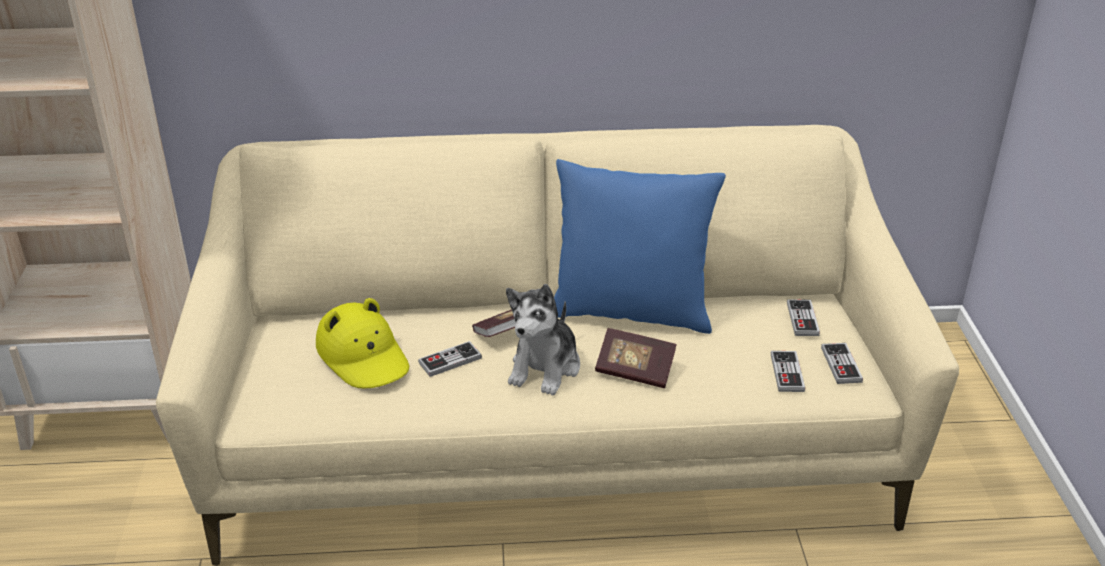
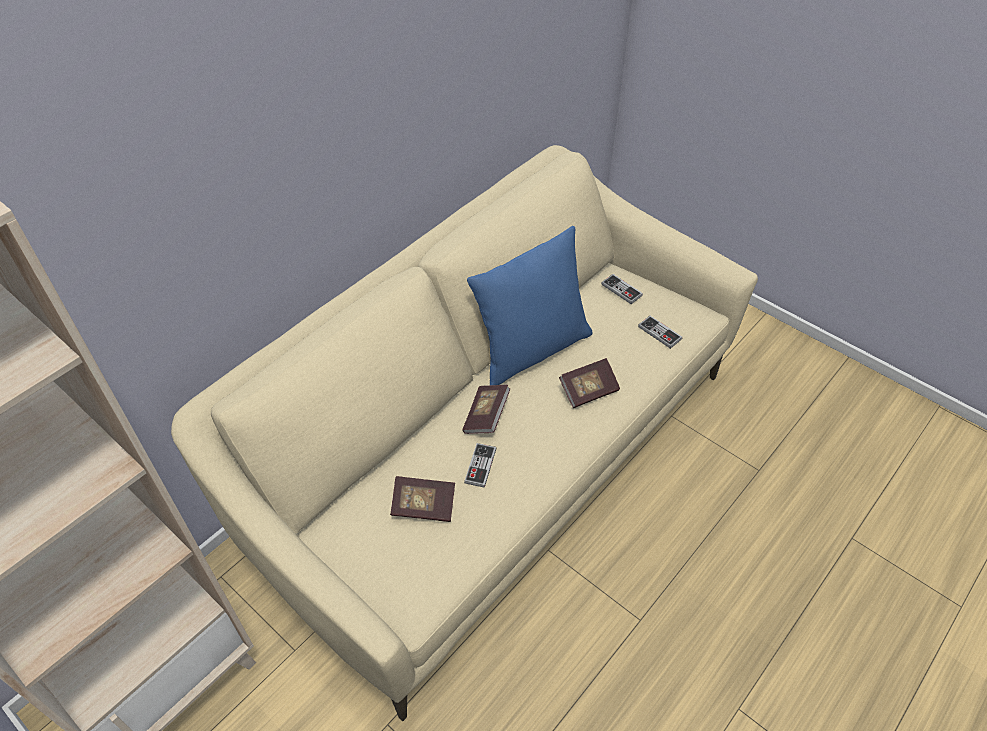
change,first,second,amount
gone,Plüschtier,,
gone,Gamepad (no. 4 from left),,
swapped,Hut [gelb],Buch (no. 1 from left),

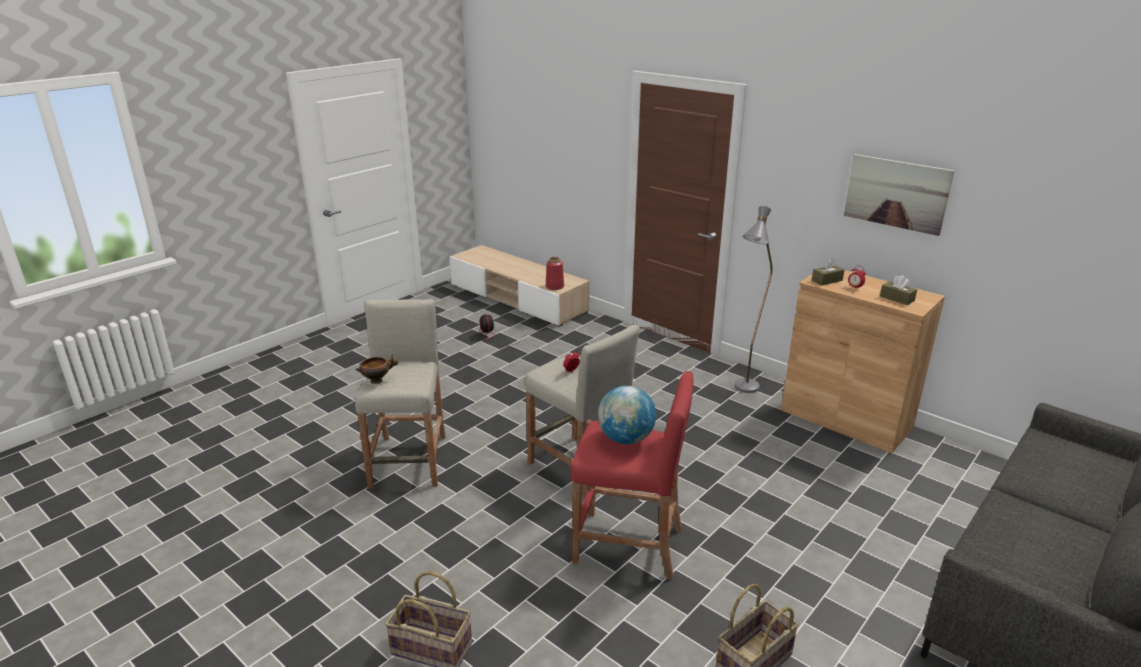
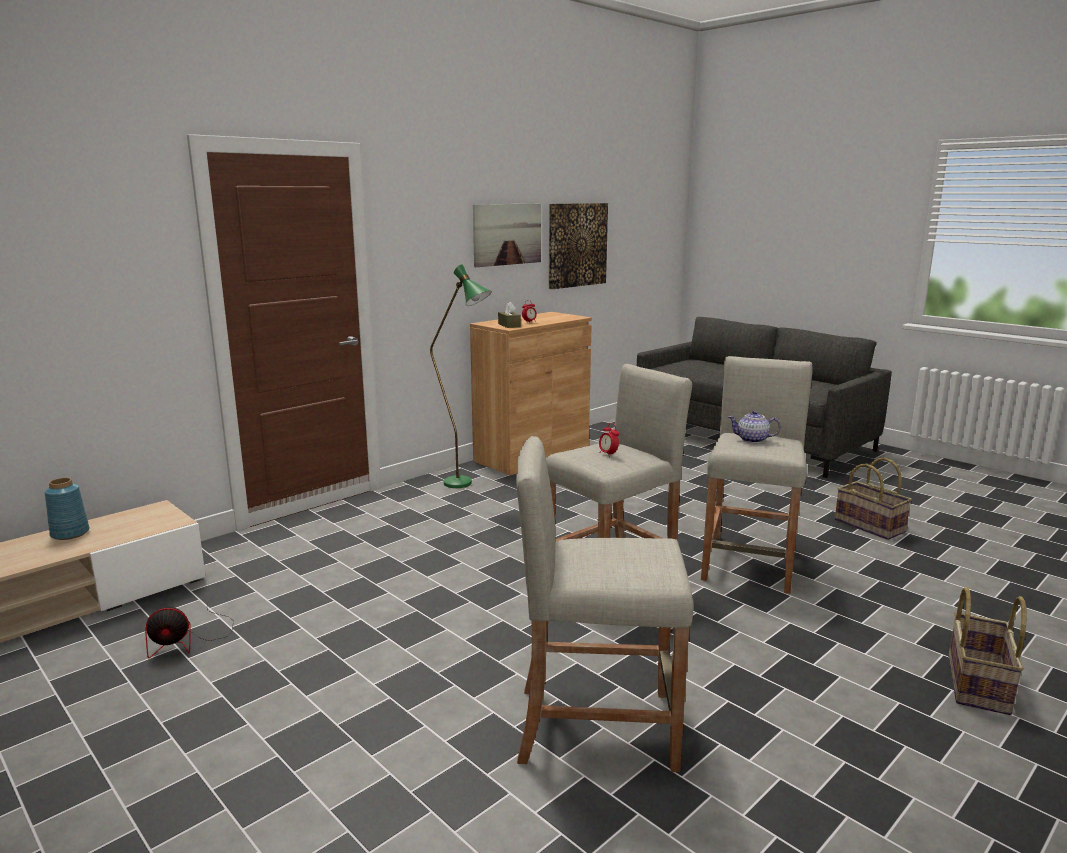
change,first,second,amount
gone,Schüssel,,
gone,Vase [rot],,
gone,Taschentuchbox [braun] (no. 2 from left),,
new,,Vase [blau],
new,,Bild (no. 2 from left),
swapped,Globus,Teekanne,
repainted,Hocker [rot],Hocker [beige] (no. 3 from left),
repainted,Stehlampe [grau],Stehlampe [grün],

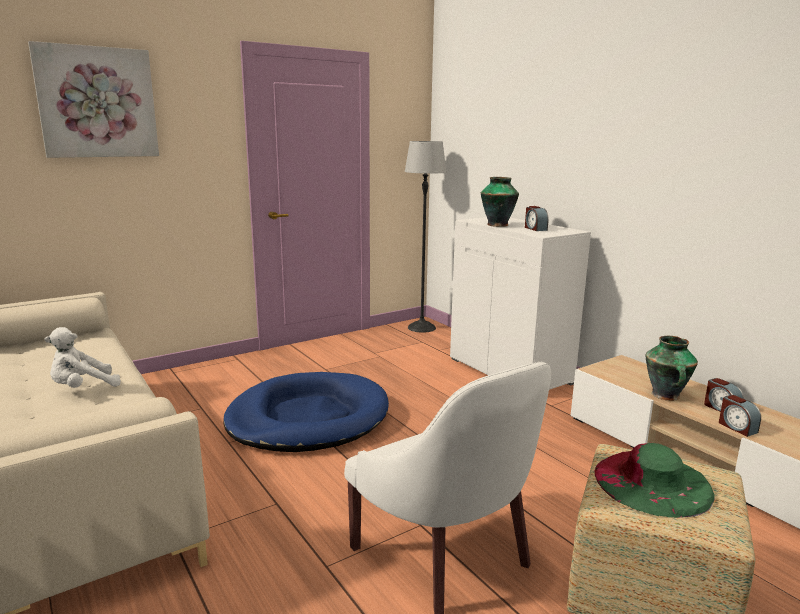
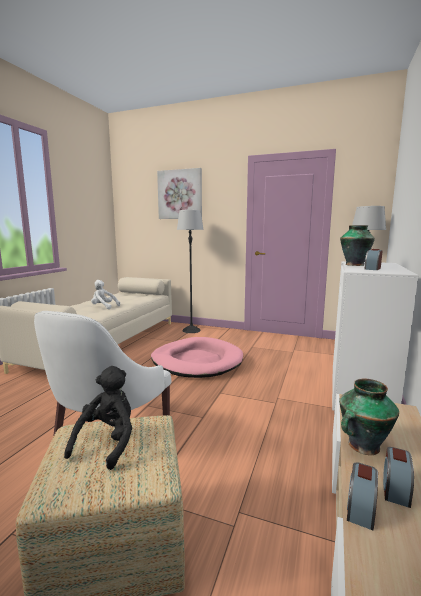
change,first,second,amount
new,,Stehlampe (no. 1 from left),
swapped,Hut [grün],Plüschtier [schwarz],
repainted,Hundebett [blau],Hundebett [rosa],

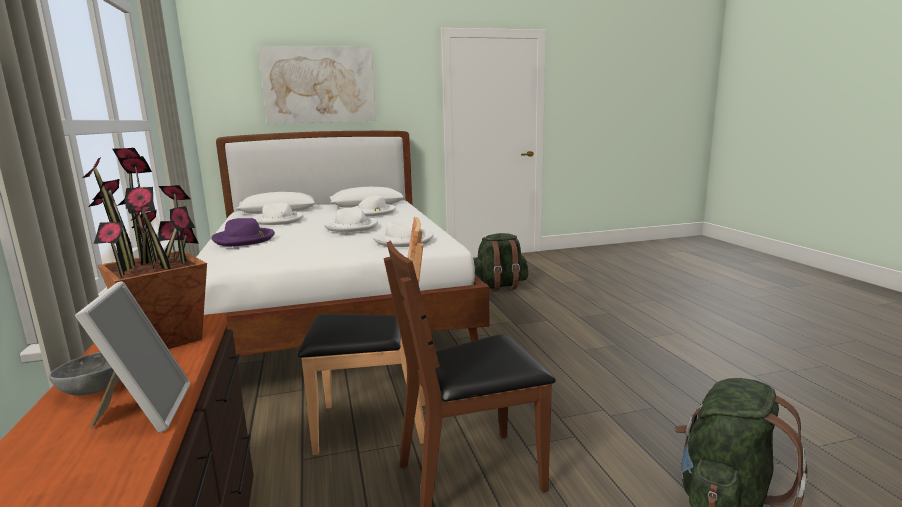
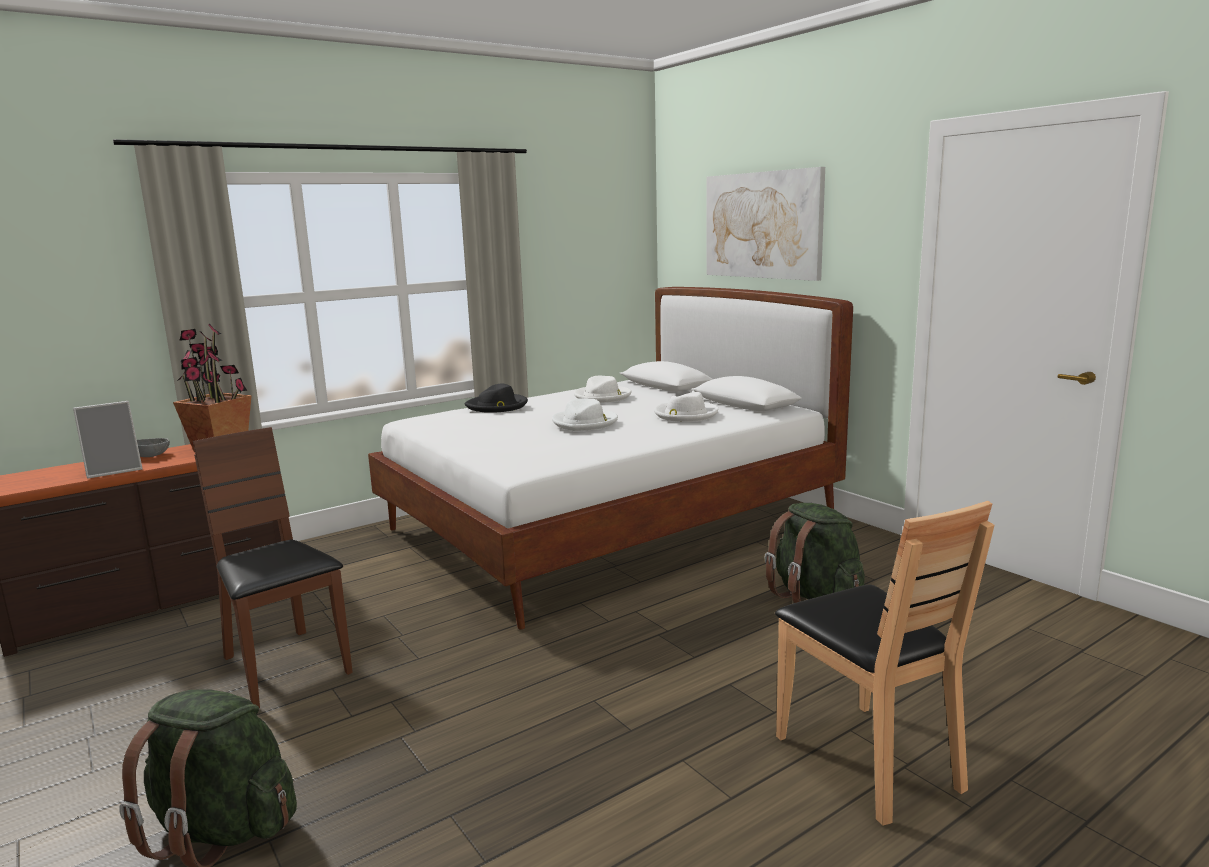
change,first,second,amount
gone,Hut [weiß] (no. 4 from left),,
shifted,Stuhl [braun] (no. 1 from left in the first image),Stuhl [braun] (no. 2 from left),
repainted,Hut [lila],Hut [schwarz],

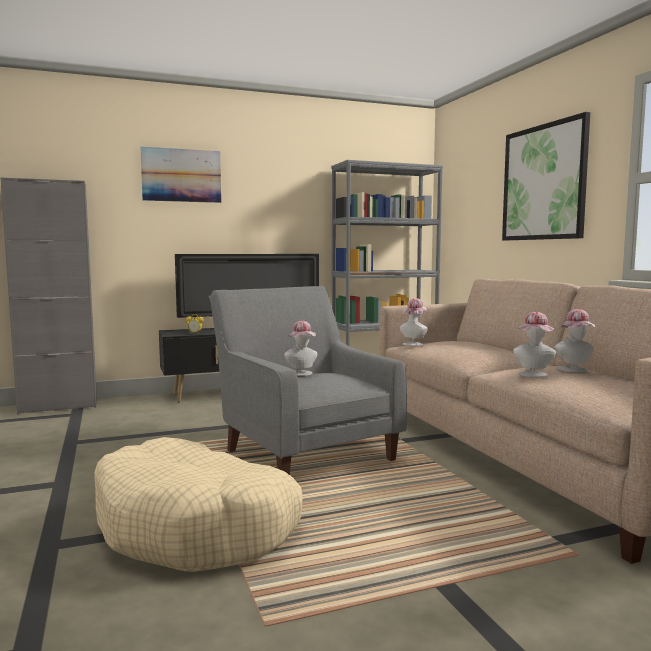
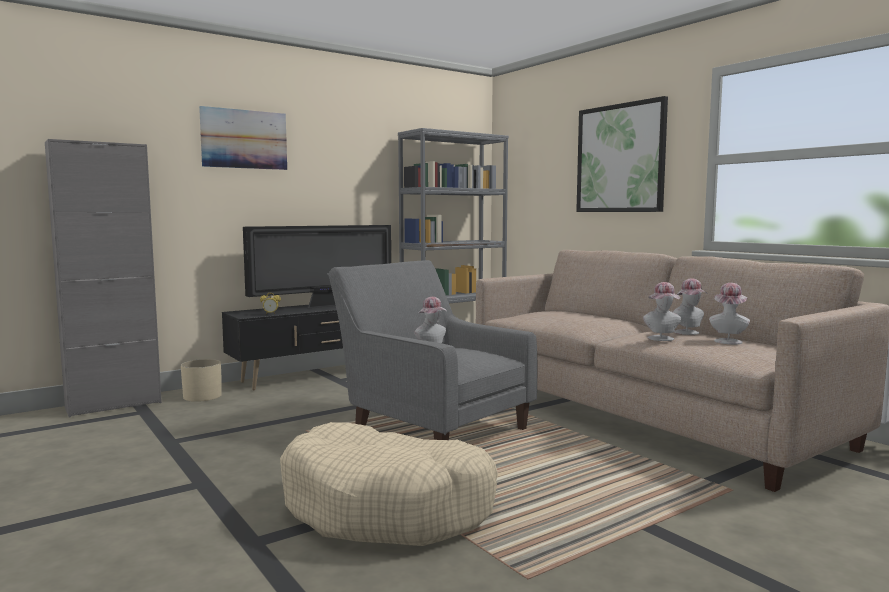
change,first,second,amount
new,,Pflanzkübel [beige],
shifted,Hut (no. 2 from left in the first image),Hut (no. 4 from left),

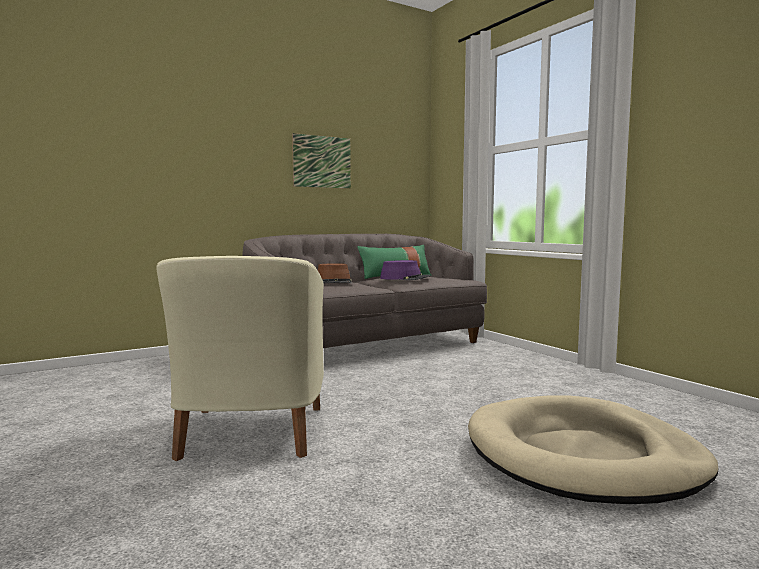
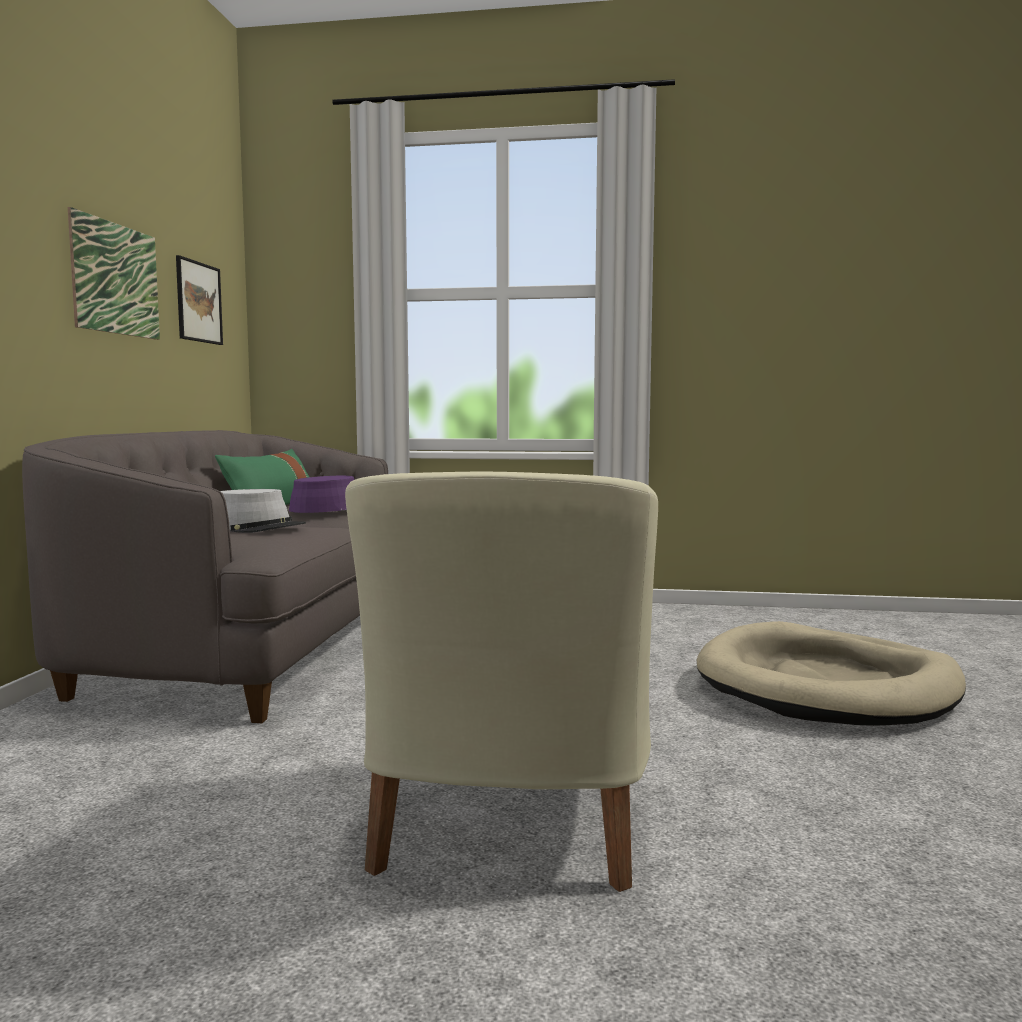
change,first,second,amount
new,,Bild (no. 2 from left),
repainted,Hut [braun],Hut [grau],
rotated,Sessel [beige],,60 degrees clockwise

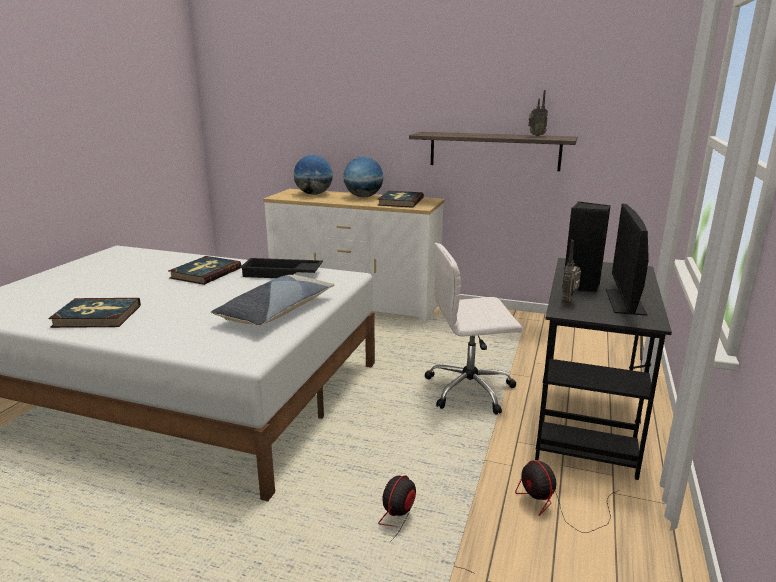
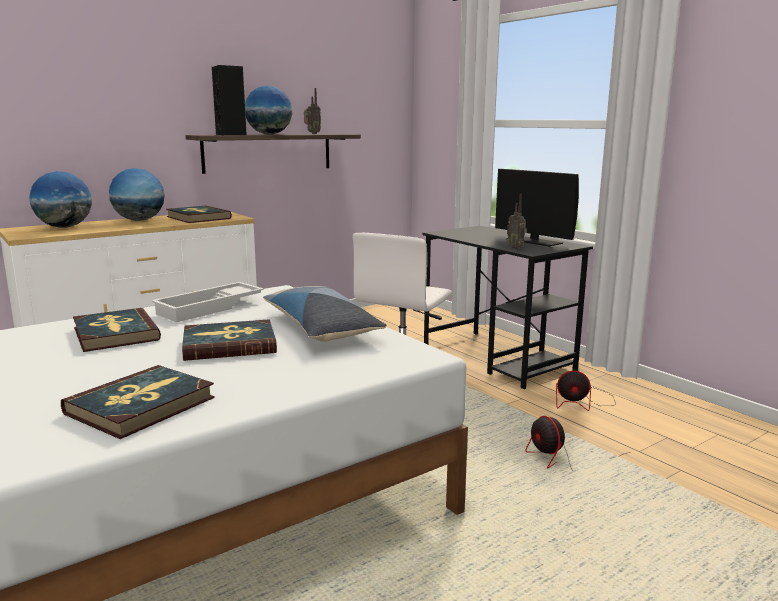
change,first,second,amount
new,,Buch (no. 4 from left),
new,,Globus (no. 3 from left),
shifted,Lautsprecher [schwarz],,
repainted,Tablett [schwarz],Tablett [weiß],

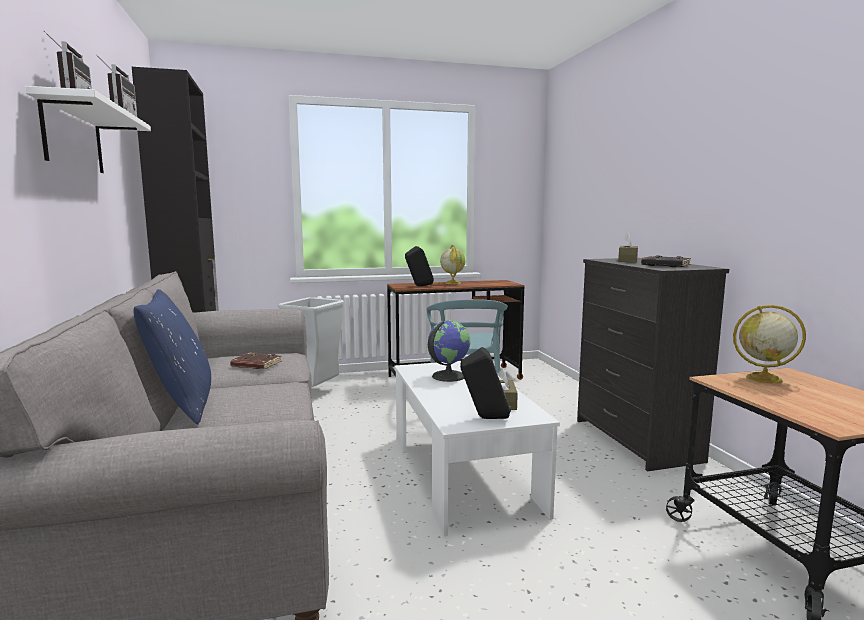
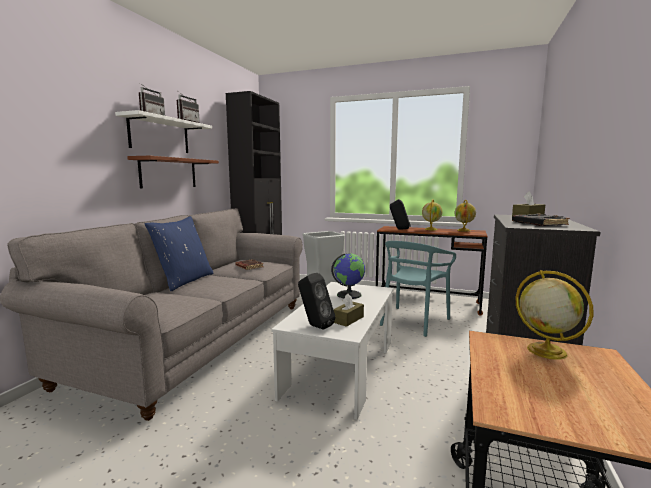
change,first,second,amount
new,,Wandregal [braun],
new,,Globus (no. 3 from left),

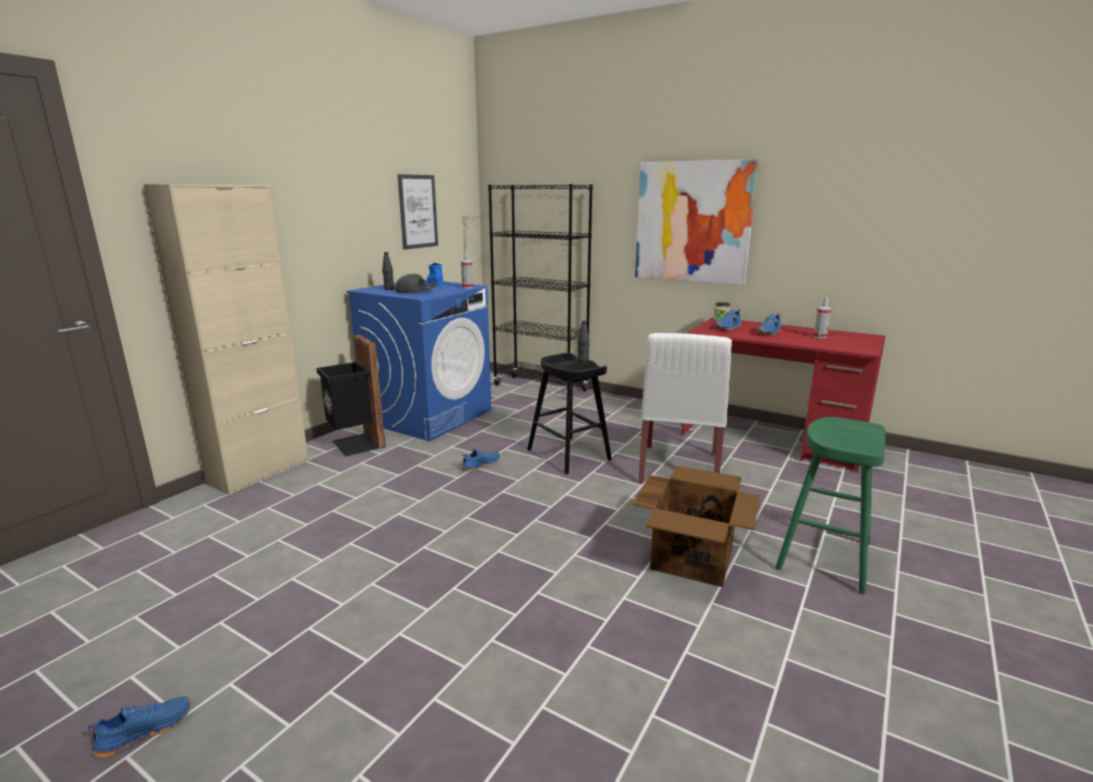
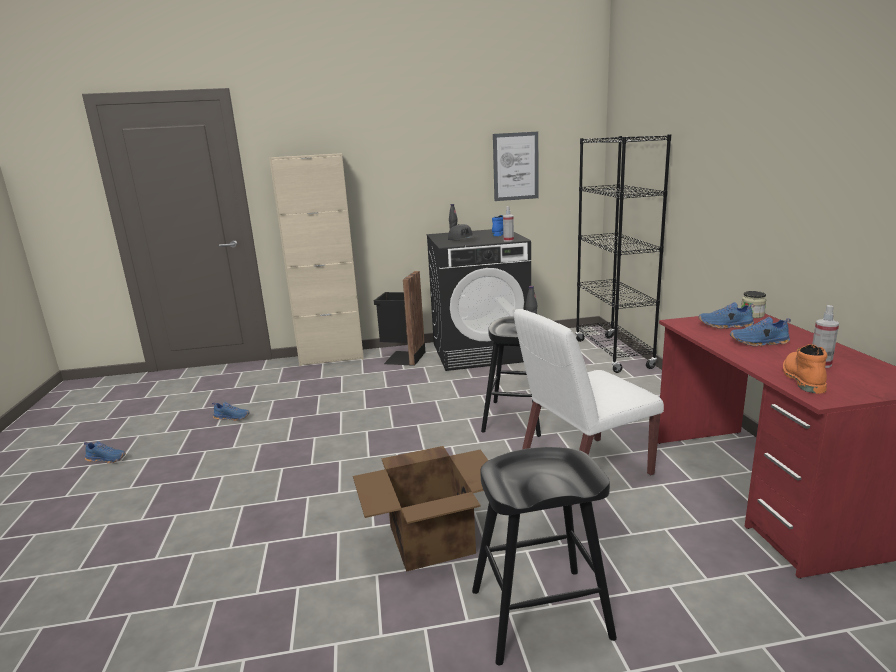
change,first,second,amount
gone,Bild (no. 2 from left),,
new,,Stiefel [orange],
shifted,Schuh [blau] (no. 2 from left),,
repainted,Waschmaschine [blau],Waschmaschine [schwarz],
repainted,Hocker [grün],Hocker [schwarz] (no. 2 from left),

